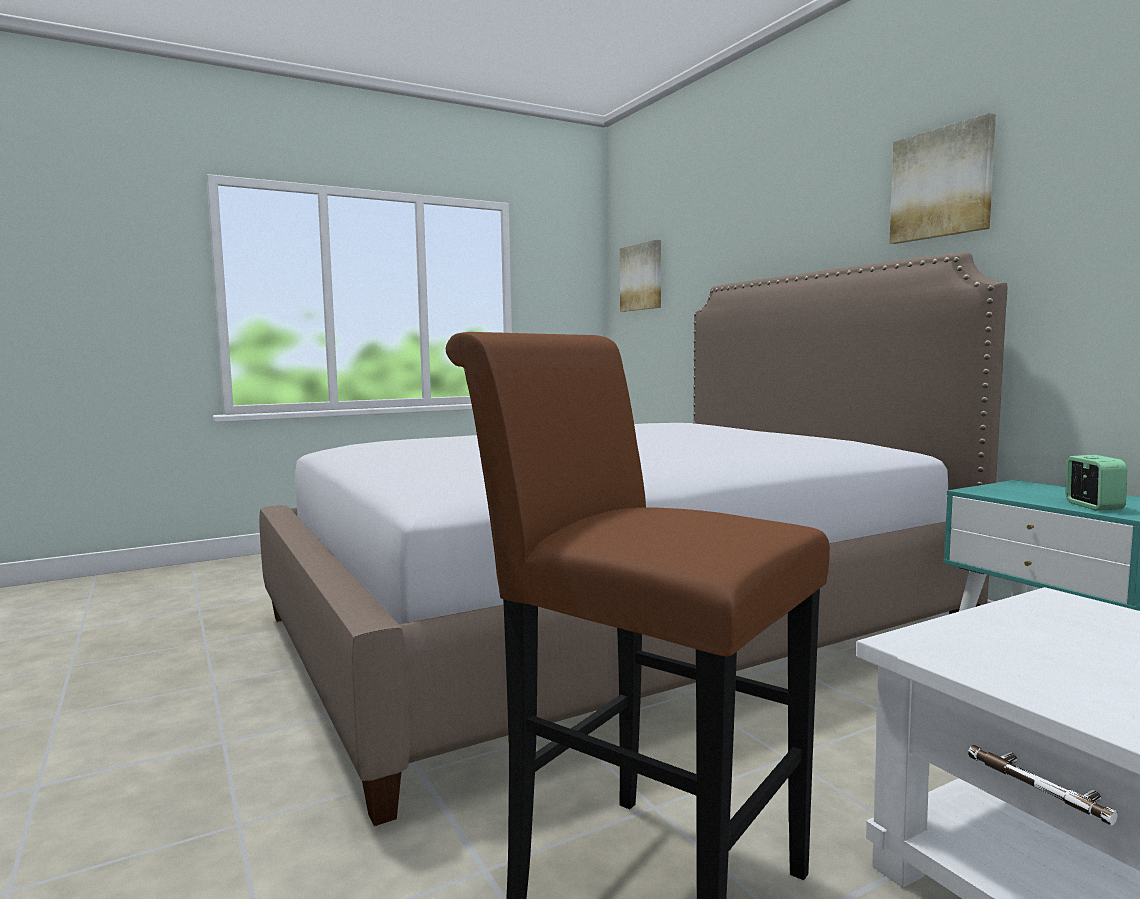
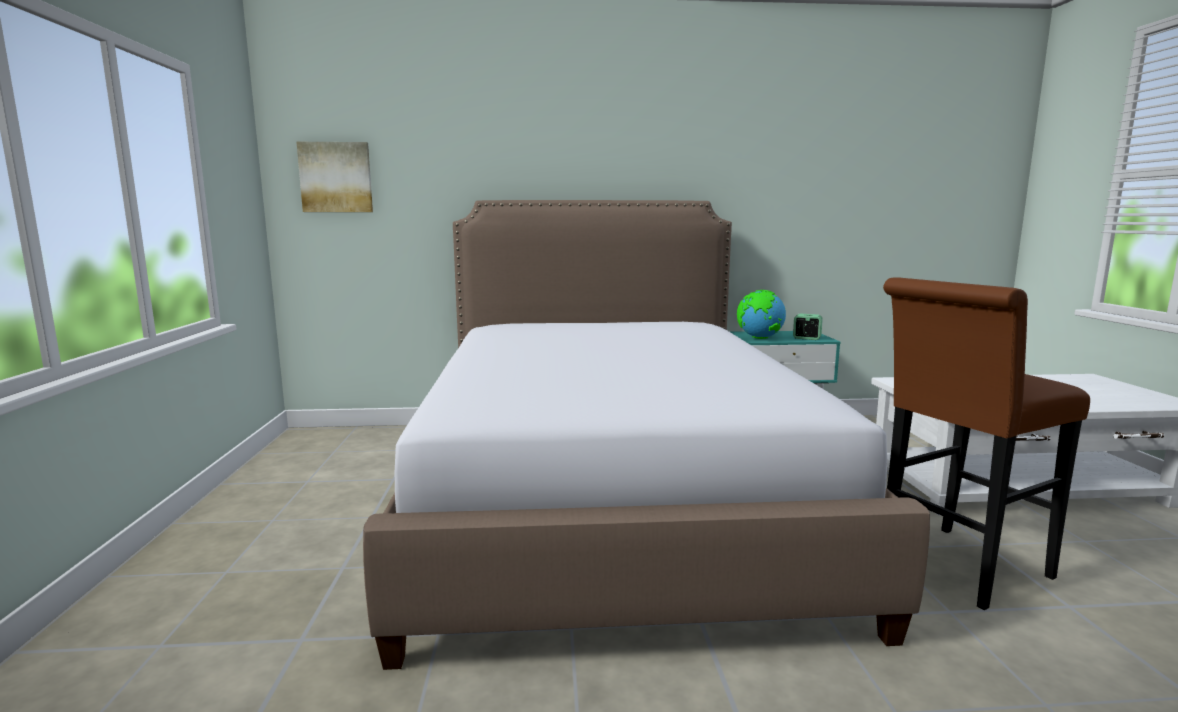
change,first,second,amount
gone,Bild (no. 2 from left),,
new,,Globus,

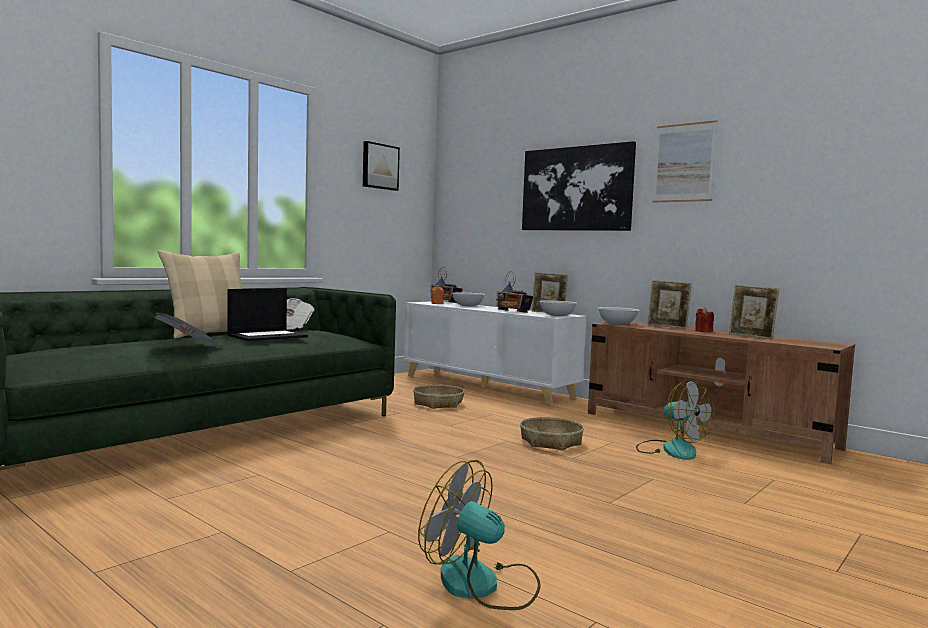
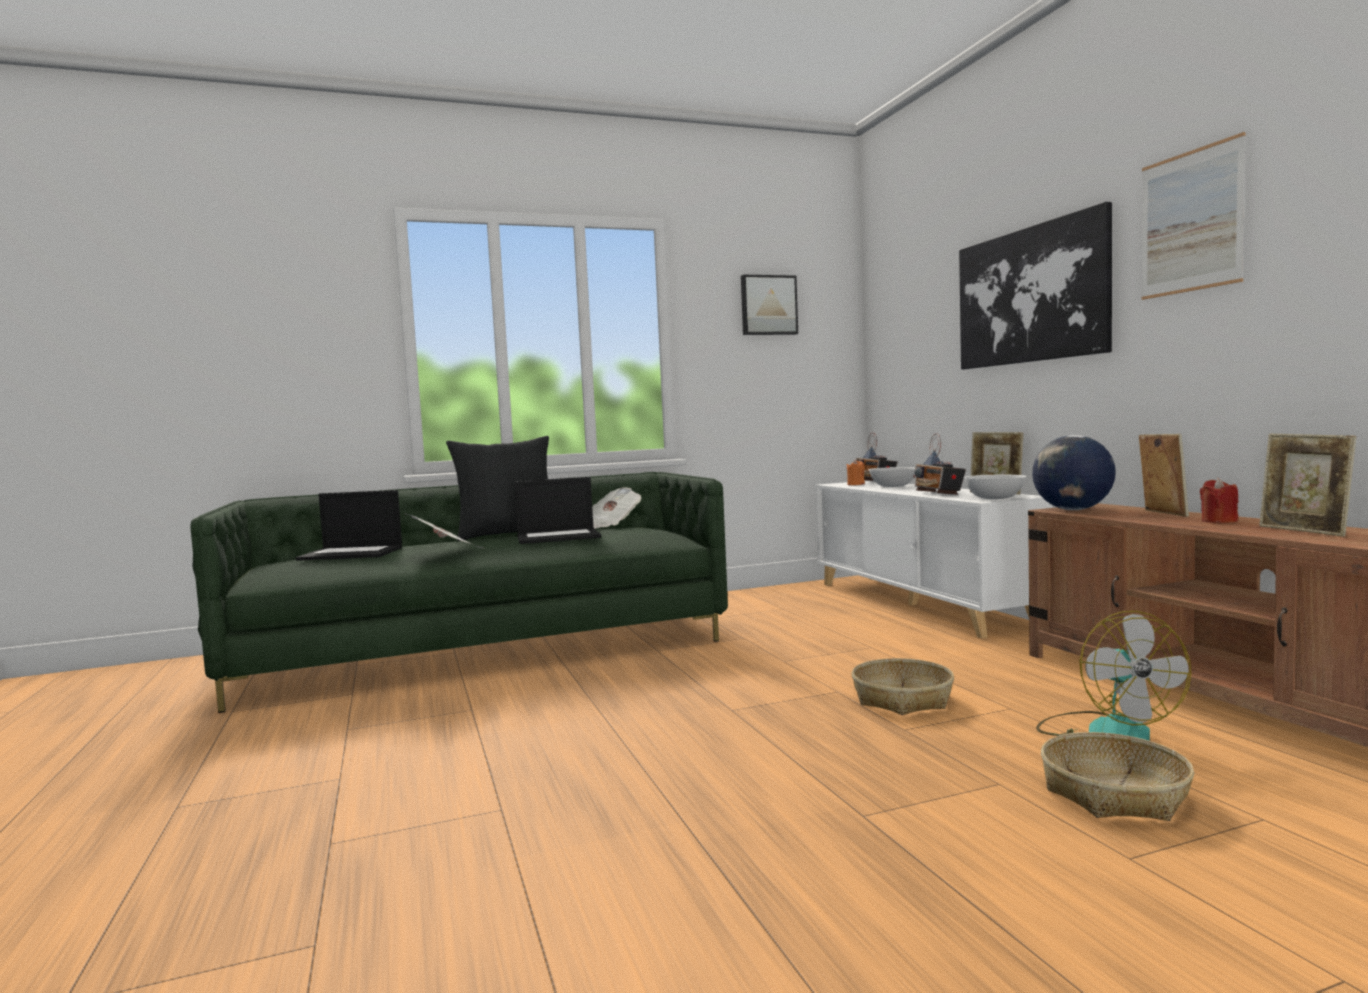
change,first,second,amount
gone,Ventilator (no. 1 from left),,
new,,Laptop (no. 1 from left),
shifted,Korb (no. 1 from left in the first image),Korb (no. 2 from left),
swapped,Schüssel [weiß] (no. 3 from left),Globus,
repainted,Kissen [beige],Kissen [schwarz],
rotated,Bilderrahmen (no. 2 from left),,150 degrees counterclockwise

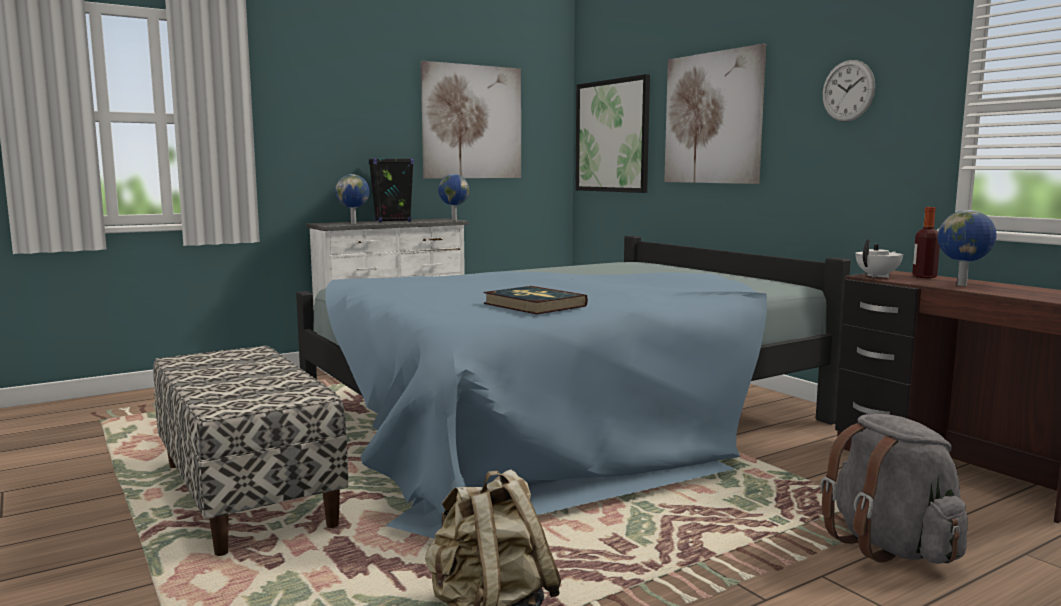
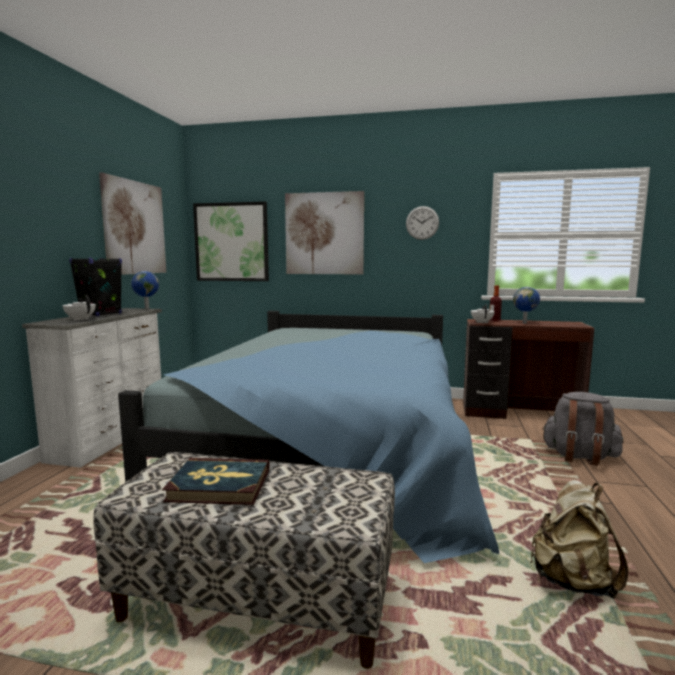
change,first,second,amount
shifted,Buch,,
swapped,Globus (no. 1 from left),Teekanne [weiß] (no. 1 from left),

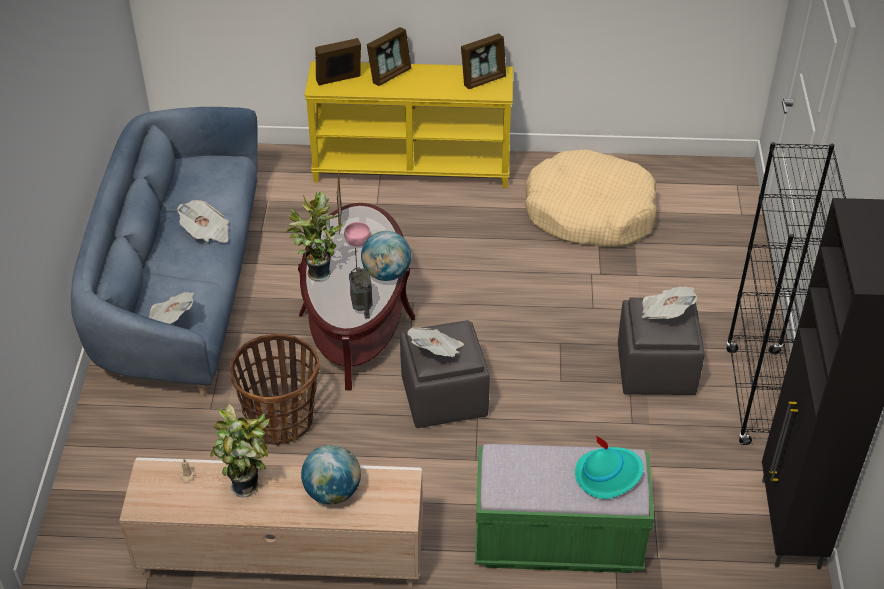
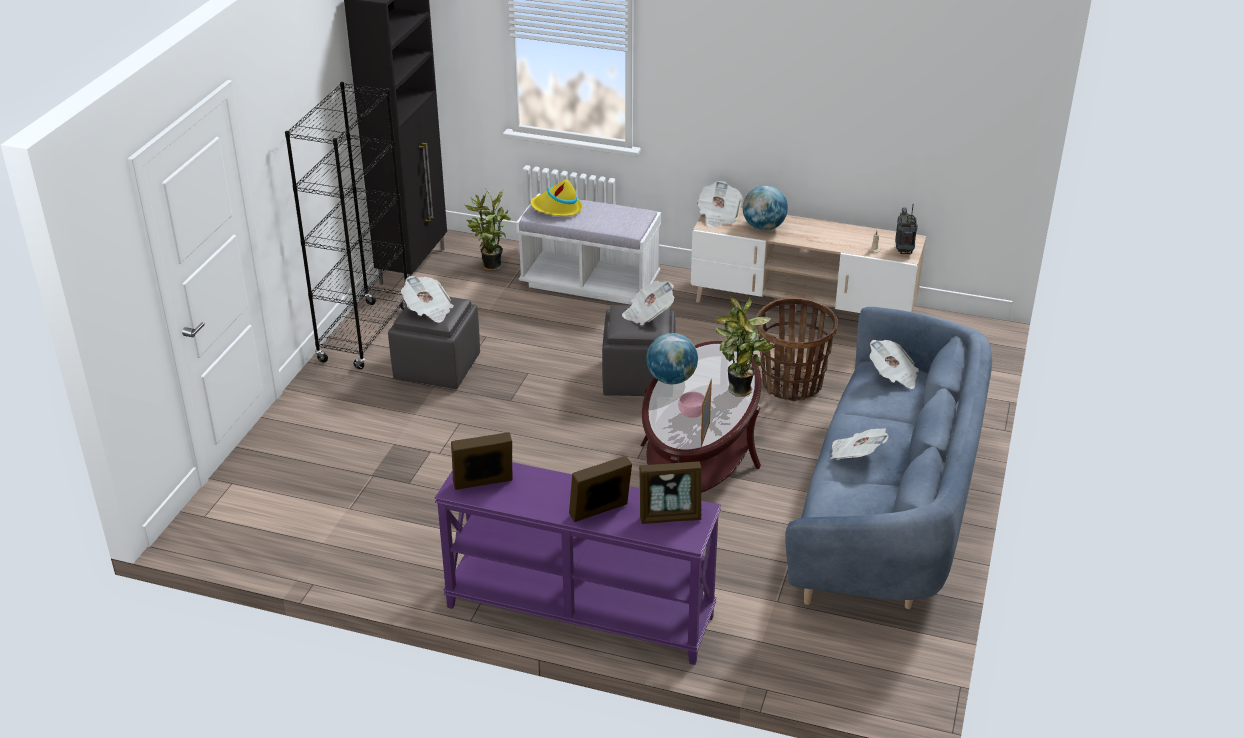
change,first,second,amount
gone,Hundebett [beige],,
new,,Zeitung (no. 3 from left),
shifted,Topfpflanze (no. 1 from left),,
shifted,Radio,,
repainted,Konsolentisch [gelb],Konsolentisch [lila],
repainted,Bank [grün],Bank [weiß],
repainted,Hut [türkis],Hut [gelb],

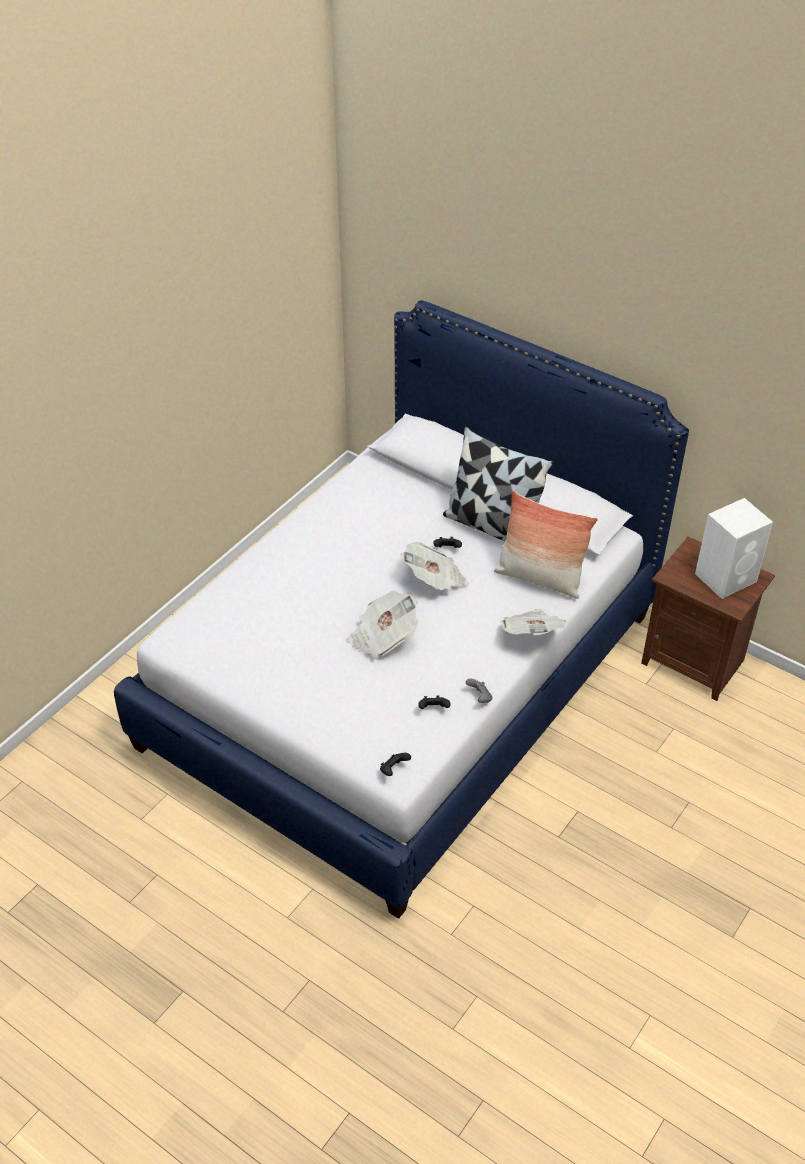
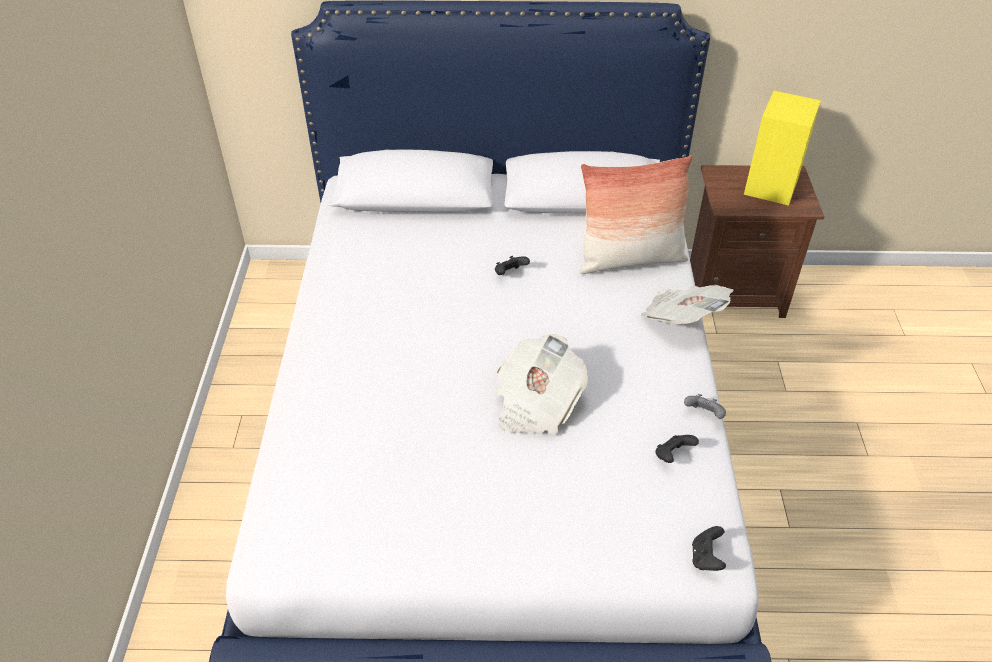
change,first,second,amount
gone,Zeitung (no. 2 from left),,
gone,Kissen (no. 1 from left),,
repainted,Lautsprecher [weiß],Lautsprecher [gelb],

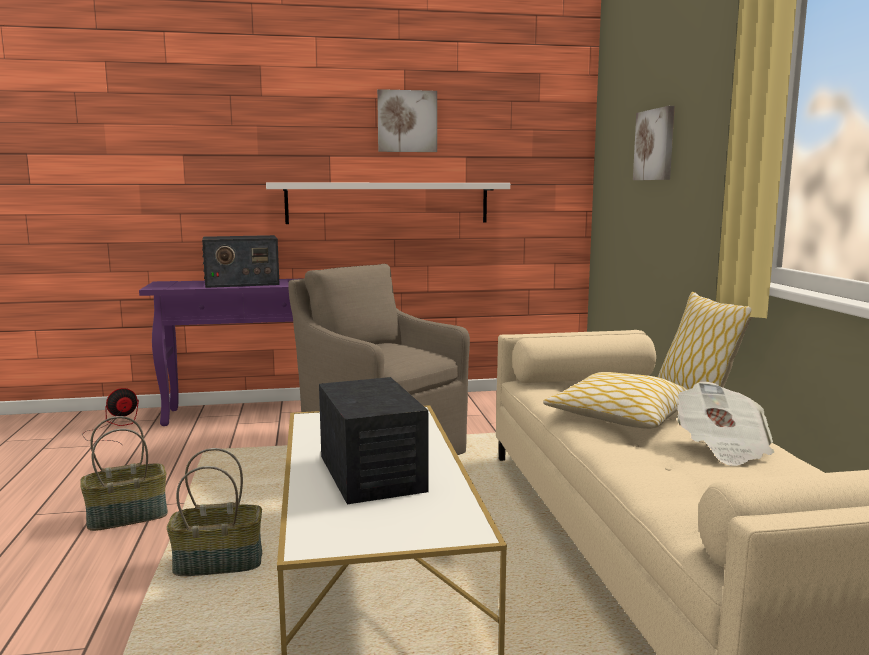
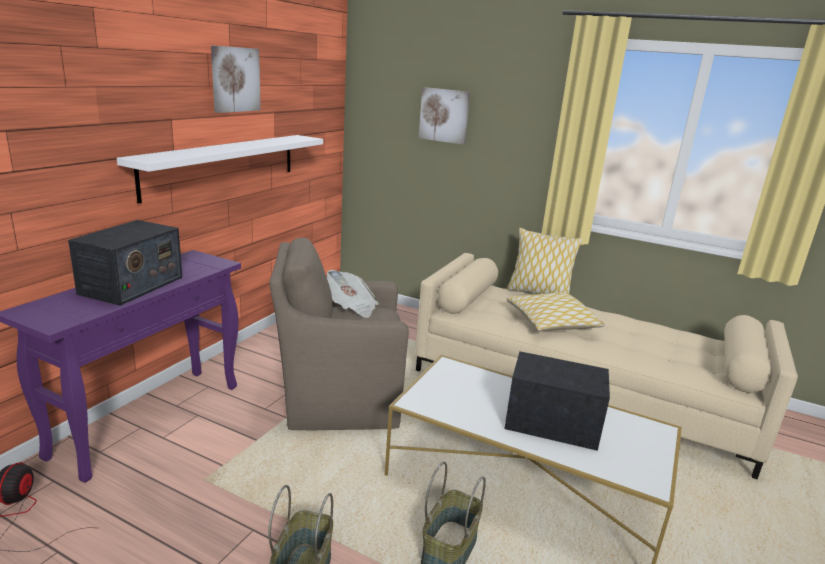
change,first,second,amount
shifted,Zeitung,,

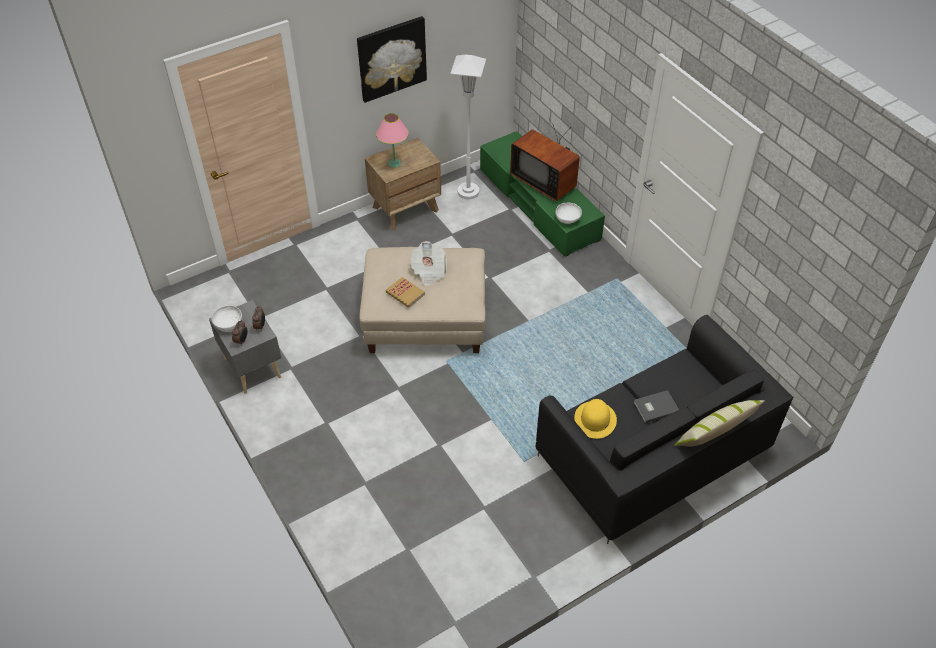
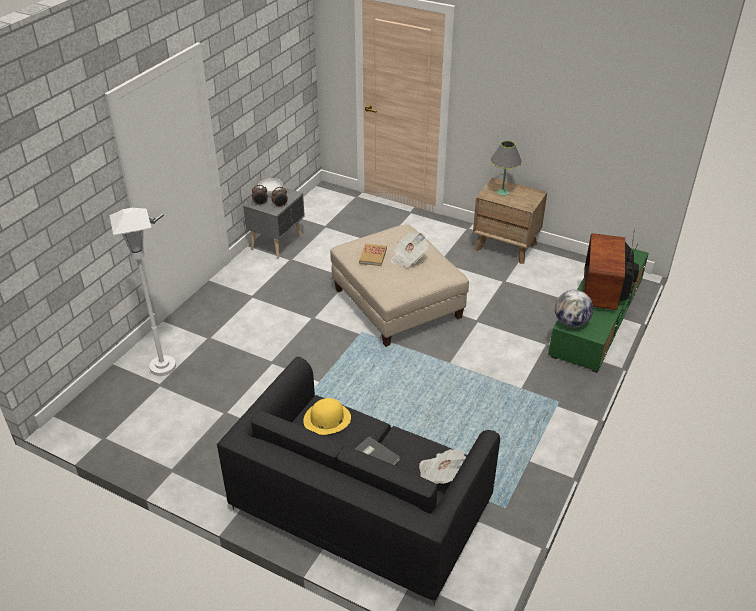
change,first,second,amount
gone,Bild,,
gone,Kissen,,
new,,Zeitung (no. 2 from left),
shifted,Stehlampe [weiß],,
swapped,Schüssel [weiß] (no. 2 from left),Globus,
repainted,Tischlampe [rosa],Tischlampe [grau],

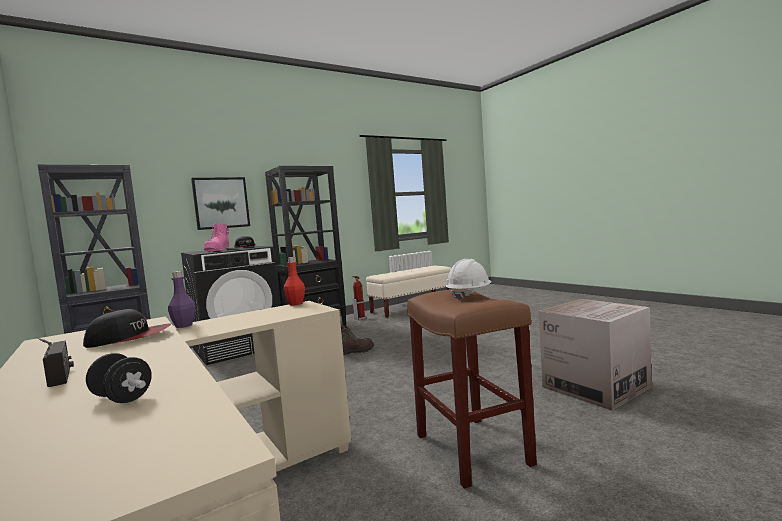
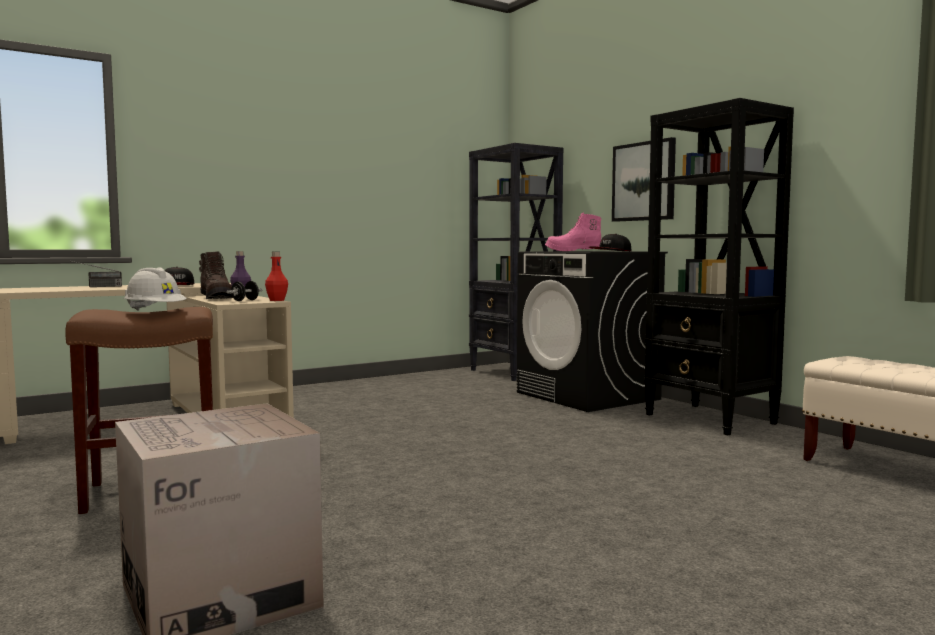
change,first,second,amount
gone,Feuerlöscher,,
shifted,Hantel [schwarz],,
shifted,Stiefel [braun],,

